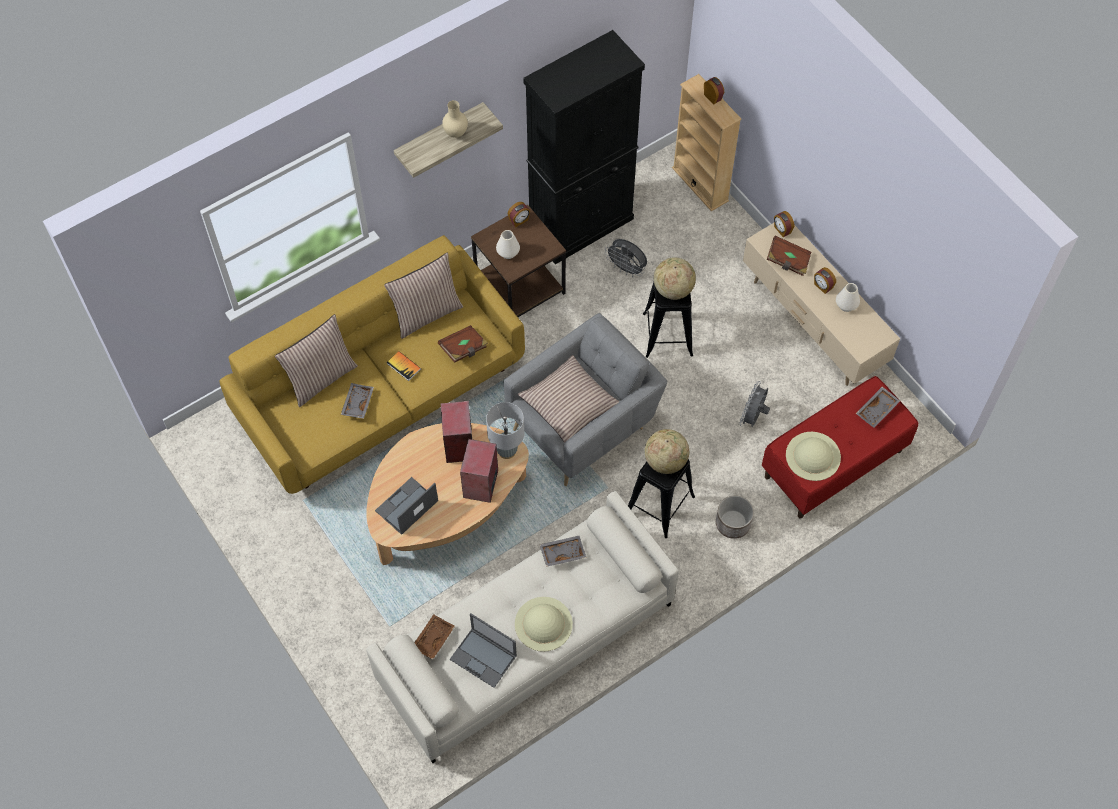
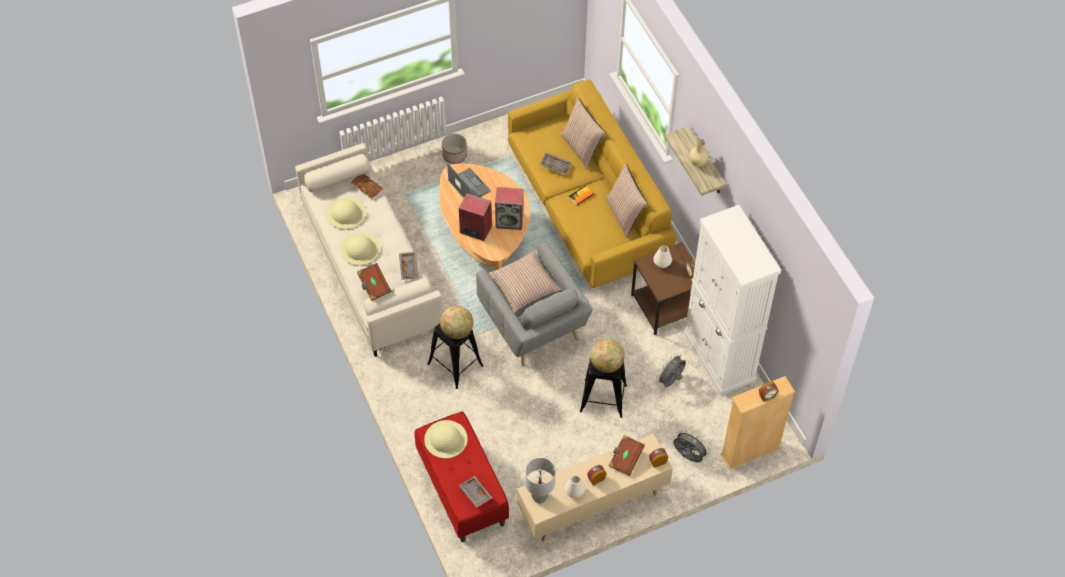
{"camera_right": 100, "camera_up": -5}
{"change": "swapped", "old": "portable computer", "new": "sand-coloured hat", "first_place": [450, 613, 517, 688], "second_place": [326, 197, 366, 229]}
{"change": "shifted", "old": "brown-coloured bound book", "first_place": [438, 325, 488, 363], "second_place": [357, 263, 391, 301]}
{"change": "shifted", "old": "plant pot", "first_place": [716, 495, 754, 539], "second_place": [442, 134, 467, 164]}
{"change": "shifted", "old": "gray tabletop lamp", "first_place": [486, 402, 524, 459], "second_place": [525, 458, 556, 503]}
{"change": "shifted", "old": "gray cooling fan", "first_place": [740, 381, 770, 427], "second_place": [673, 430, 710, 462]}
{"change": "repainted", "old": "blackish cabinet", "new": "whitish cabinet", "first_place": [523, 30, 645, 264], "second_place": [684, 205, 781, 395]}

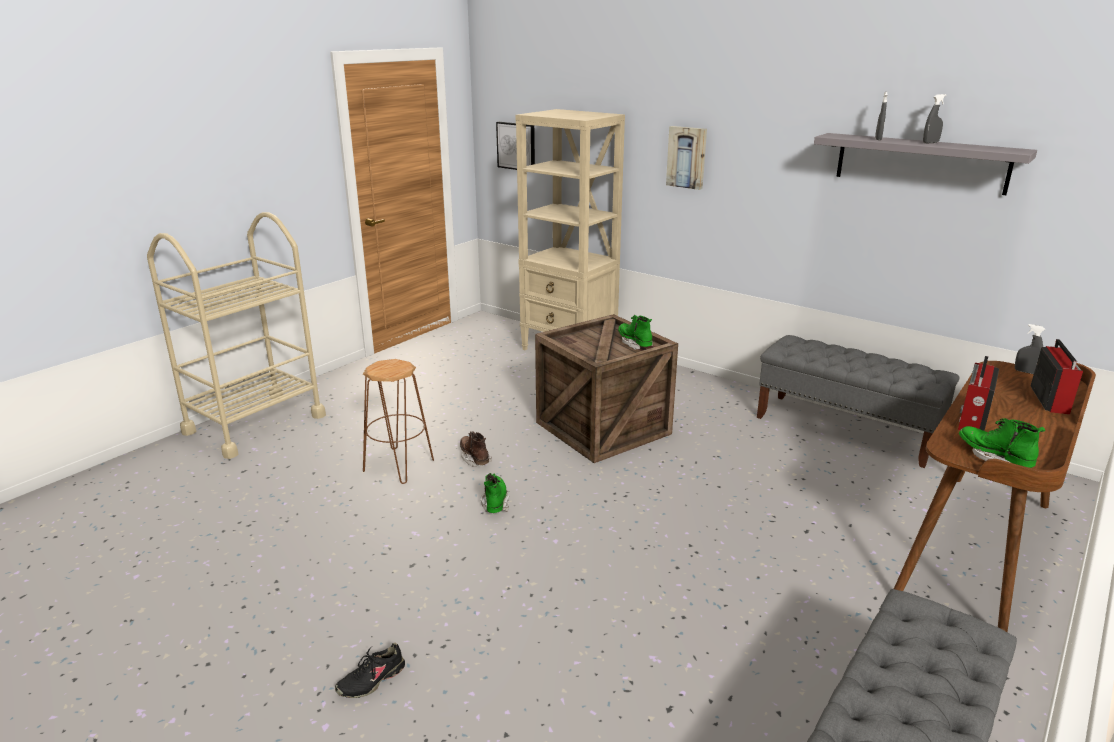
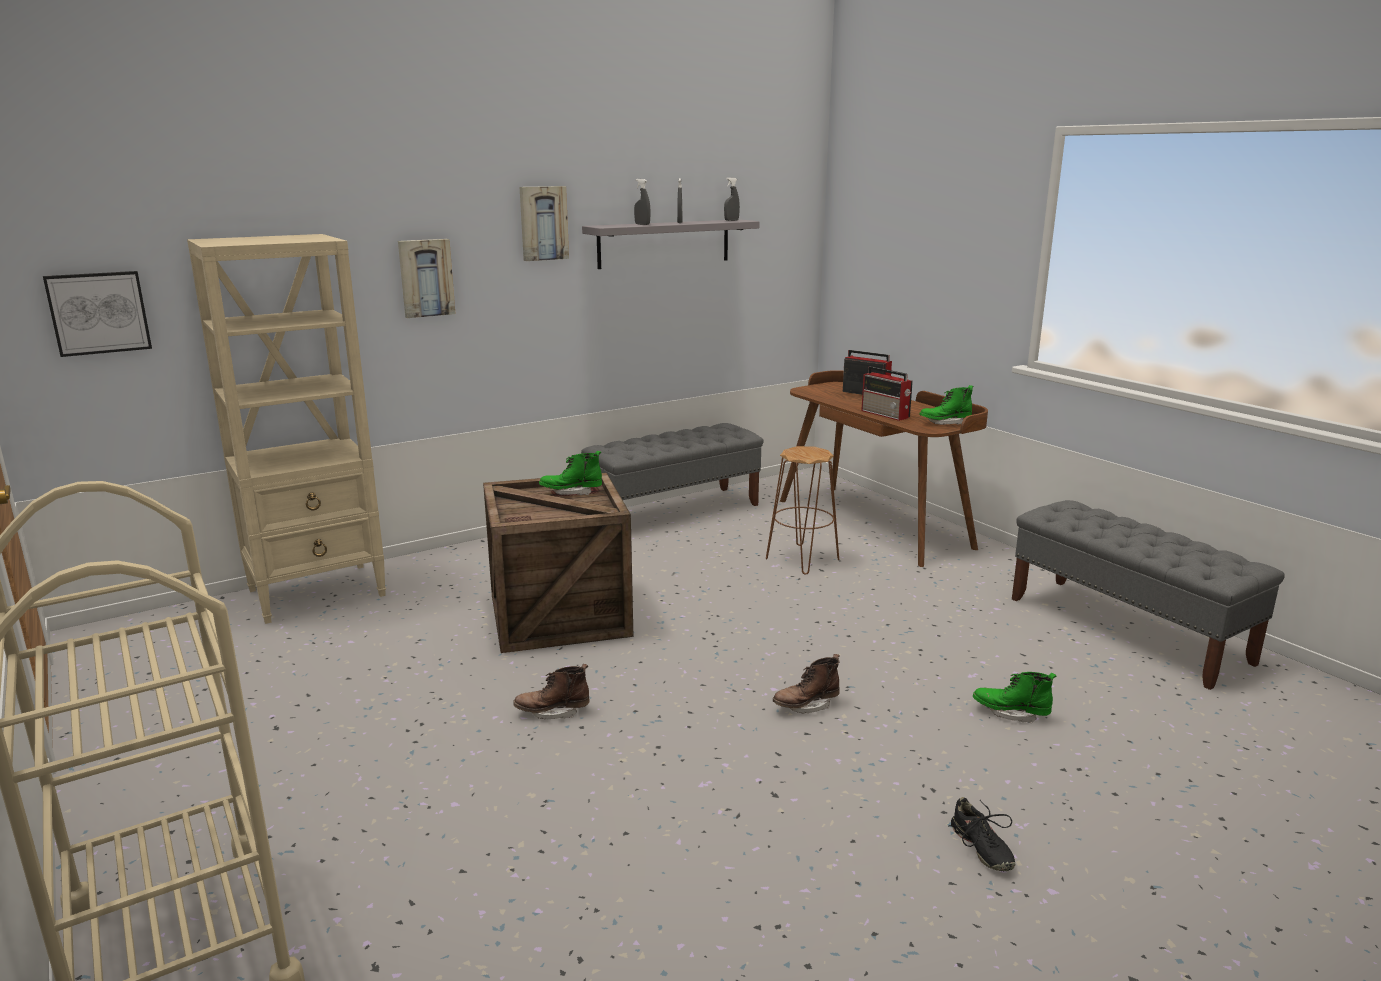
{"camera_right": -70, "camera_up": -5}
{"change": "new", "new": "wall picture", "second_place": [519, 186, 569, 261]}
{"change": "shifted", "old": "gray hand sprayer", "first_place": [1015, 324, 1045, 374], "second_place": [724, 177, 740, 221]}
{"change": "shifted", "old": "brown-coloured sitting stool", "first_place": [363, 359, 434, 484], "second_place": [766, 446, 839, 575]}
{"change": "new", "new": "brown-coloured tall boot", "second_place": [773, 654, 840, 713]}
{"change": "shifted", "old": "greenish tall boot", "first_place": [481, 473, 509, 513], "second_place": [973, 672, 1056, 724]}

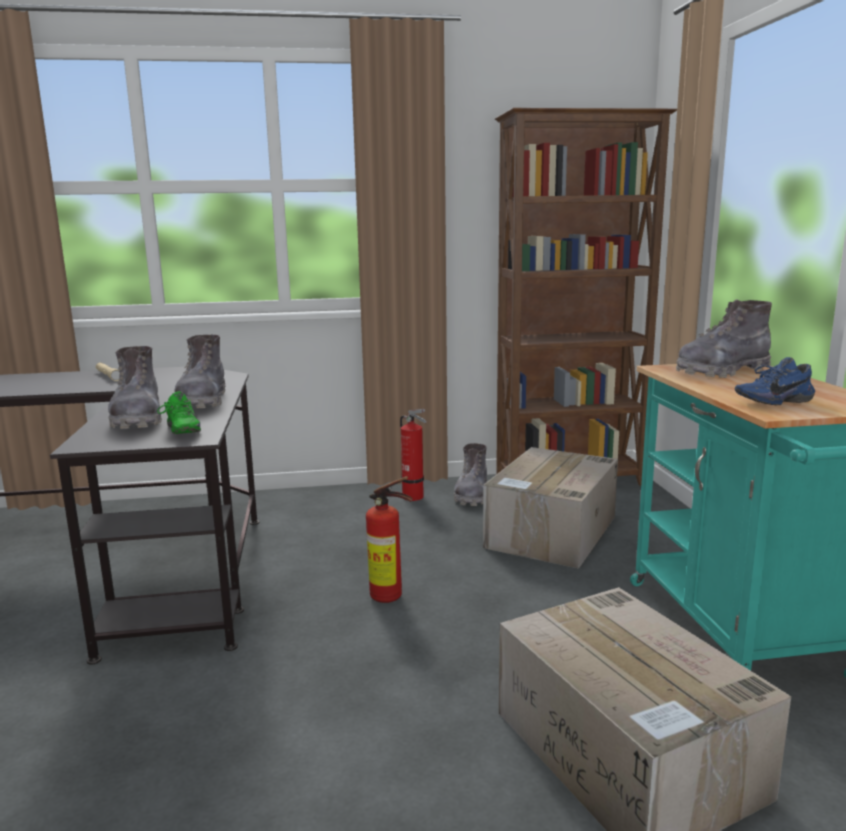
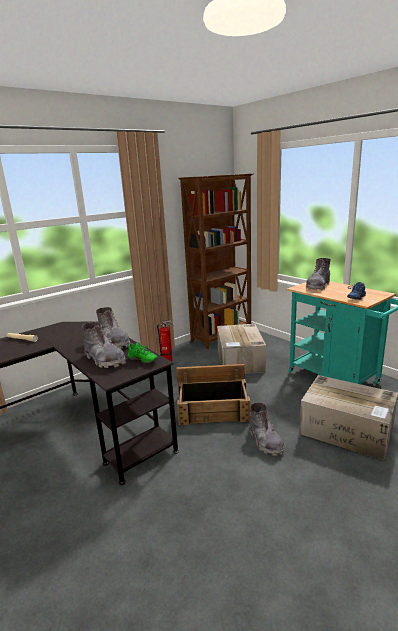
{"camera_right": -30, "camera_up": 5}
{"change": "swapped", "old": "fire extinguisher", "new": "crate", "first_place": [366, 476, 413, 603], "second_place": [176, 364, 250, 425]}
{"change": "shifted", "old": "gray tall boot", "first_place": [454, 443, 487, 506], "second_place": [249, 402, 284, 456]}

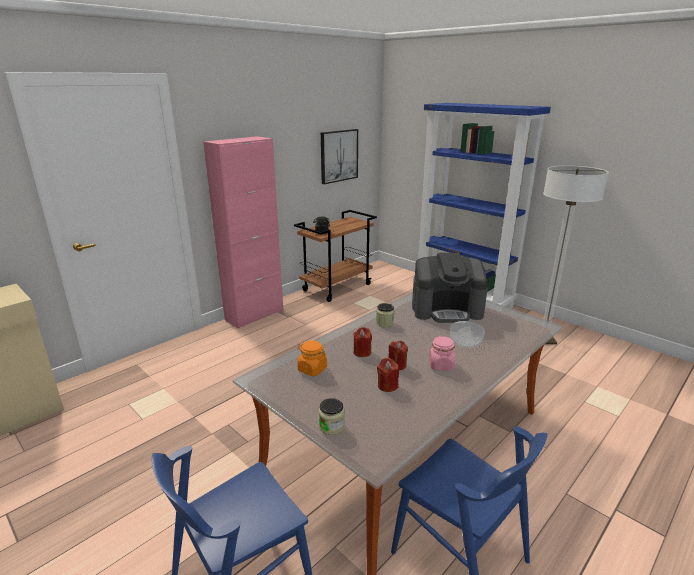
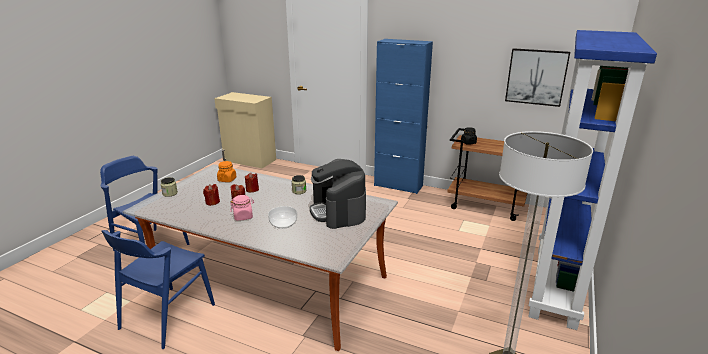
{"camera_right": 70, "camera_up": 0}
{"change": "repainted", "old": "pink-coloured cabinet", "new": "bluish cabinet", "first_place": [203, 136, 283, 329], "second_place": [374, 39, 433, 194]}

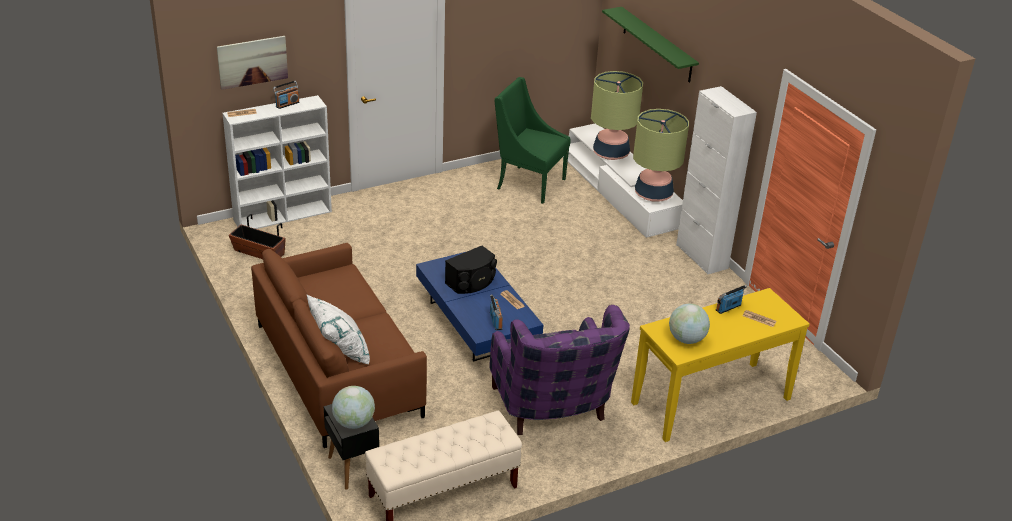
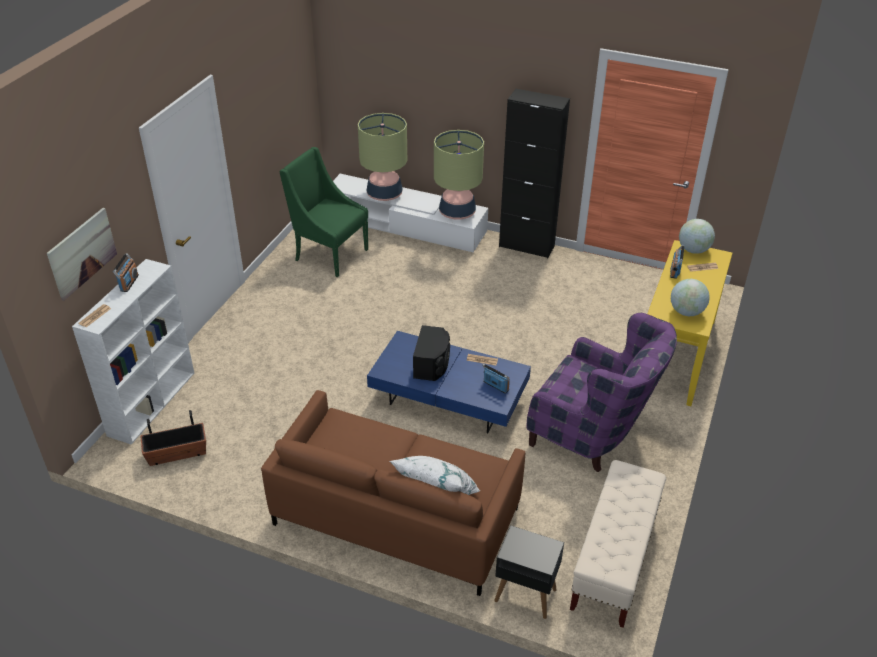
{"camera_right": -40, "camera_up": 5}
{"change": "rotated", "old": "greenish easy chair", "first_place": [495, 77, 571, 204], "second_place": [280, 147, 368, 278], "degrees": 45}
{"change": "repainted", "old": "whitish cabinet", "new": "blackish cabinet", "first_place": [676, 86, 757, 275], "second_place": [499, 89, 570, 258]}
{"change": "shifted", "old": "globe", "first_place": [332, 386, 375, 429], "second_place": [679, 219, 715, 254]}
{"change": "gone", "old": "greenish bracket shelf", "first_place": [602, 7, 699, 83]}

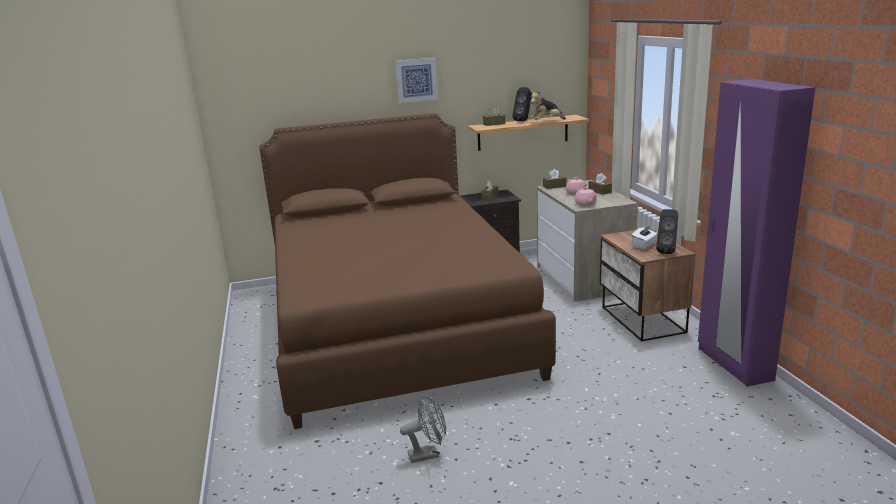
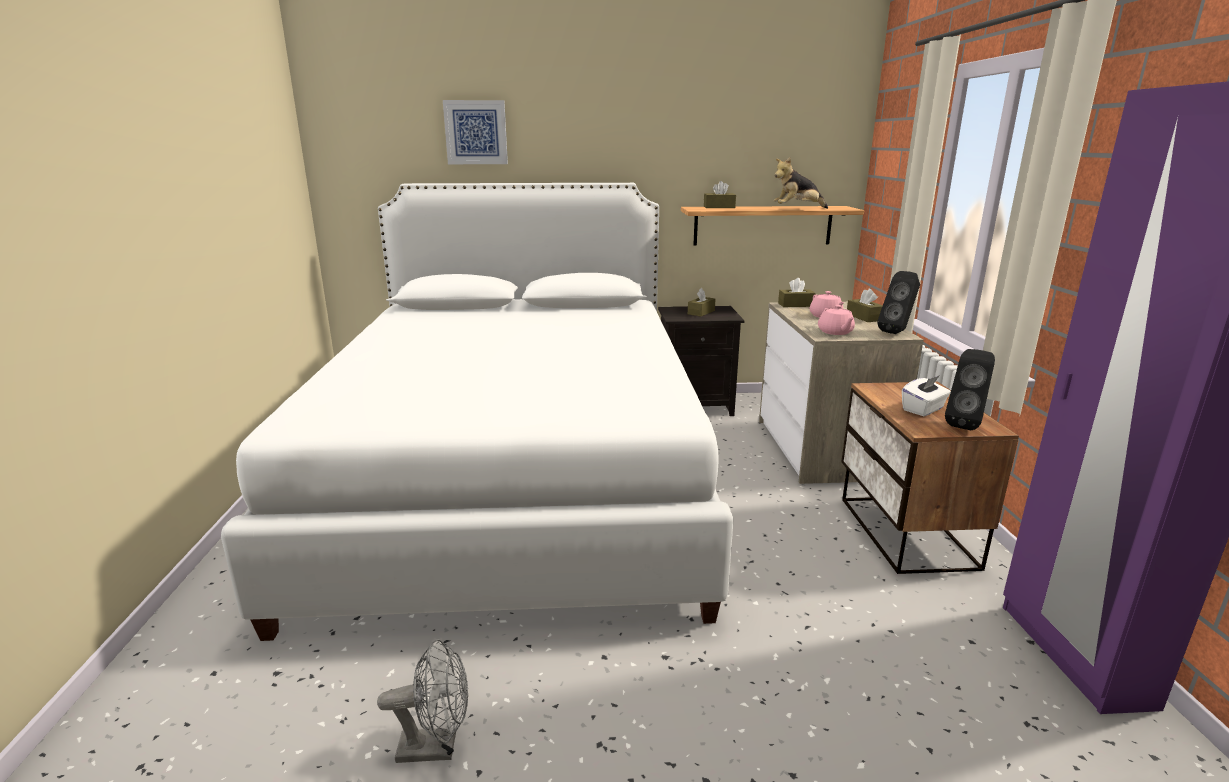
{"camera_right": 10, "camera_up": 0}
{"change": "repainted", "old": "brown-coloured sleeping bed", "new": "whitish sleeping bed", "first_place": [259, 113, 556, 429], "second_place": [221, 183, 734, 641]}
{"change": "shifted", "old": "wall picture", "first_place": [395, 58, 438, 103], "second_place": [443, 100, 508, 164]}
{"change": "shifted", "old": "blackish speaker", "first_place": [512, 87, 532, 121], "second_place": [877, 271, 920, 334]}

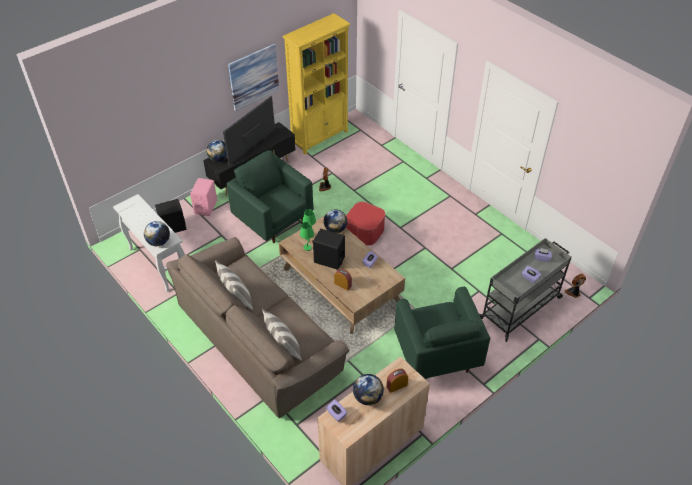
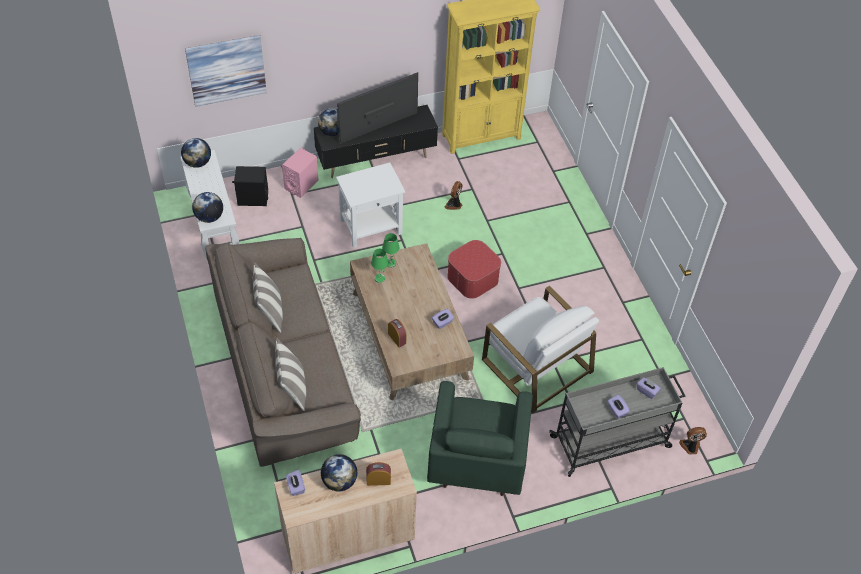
{"camera_right": 20, "camera_up": 5}
{"change": "shifted", "old": "globe", "first_place": [323, 209, 347, 233], "second_place": [181, 138, 211, 168]}
{"change": "shifted", "old": "wall picture", "first_place": [228, 44, 279, 111], "second_place": [185, 35, 267, 107]}
{"change": "swapped", "old": "greenish easy chair", "new": "whitish side table", "first_place": [227, 150, 314, 243], "second_place": [336, 163, 405, 248]}
{"change": "new", "new": "whitish easy chair", "second_place": [482, 285, 599, 413]}
{"change": "gone", "old": "blackish speaker", "first_place": [312, 229, 345, 270]}

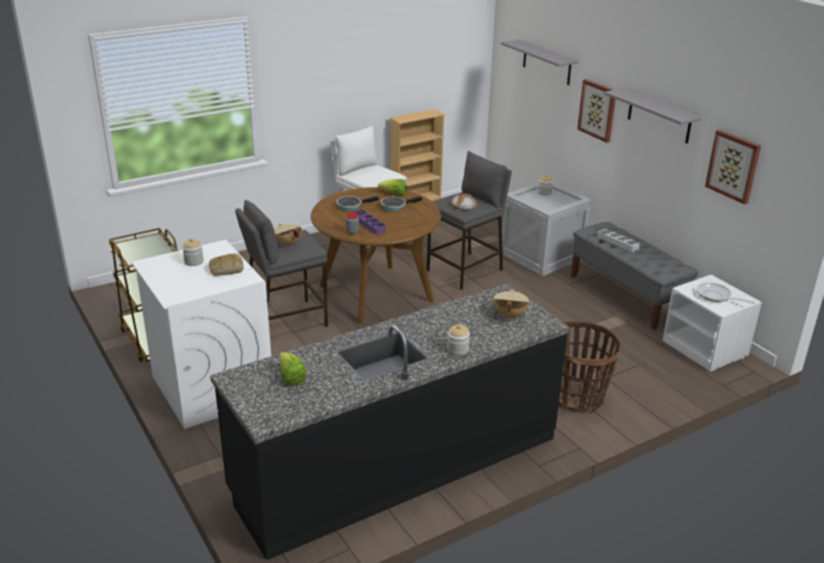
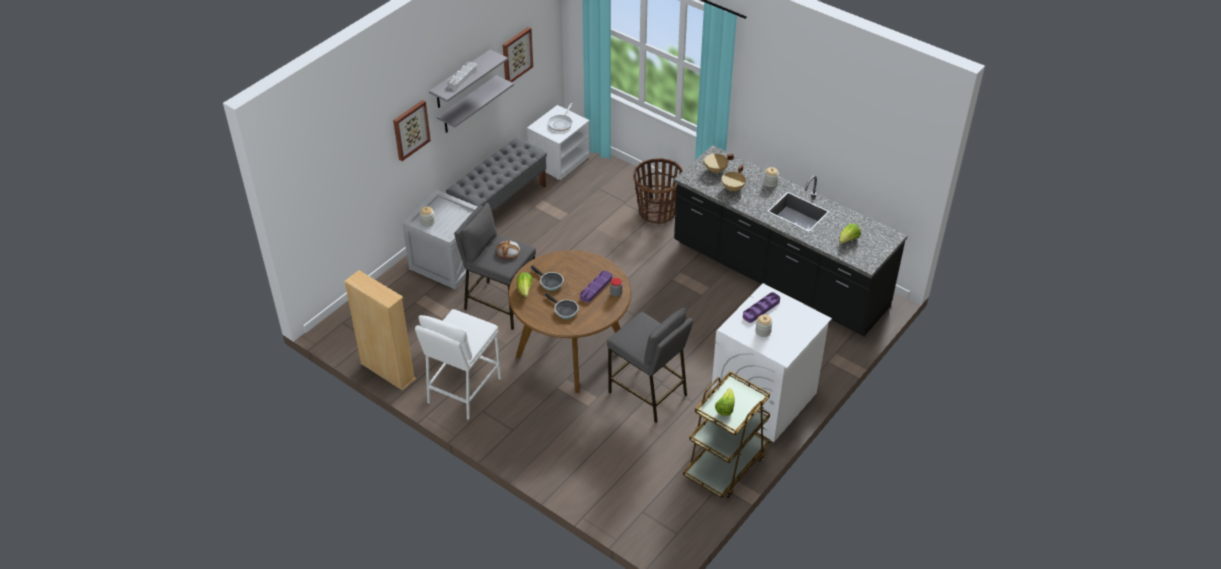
{"camera_right": -110, "camera_up": 15}
{"change": "shifted", "old": "gray bracket shelf", "first_place": [501, 39, 579, 85], "second_place": [437, 75, 514, 133]}
{"change": "shifted", "old": "gray carrying tray", "first_place": [598, 229, 640, 252], "second_place": [448, 61, 477, 89]}
{"change": "new", "new": "lettuce", "second_place": [715, 388, 735, 416]}
{"change": "shifted", "old": "sand-coloured cooking pot", "first_place": [274, 224, 302, 246], "second_place": [722, 165, 746, 192]}
{"change": "swapped", "old": "bread", "new": "purplish carrying tray", "first_place": [209, 253, 244, 276], "second_place": [743, 292, 780, 323]}

